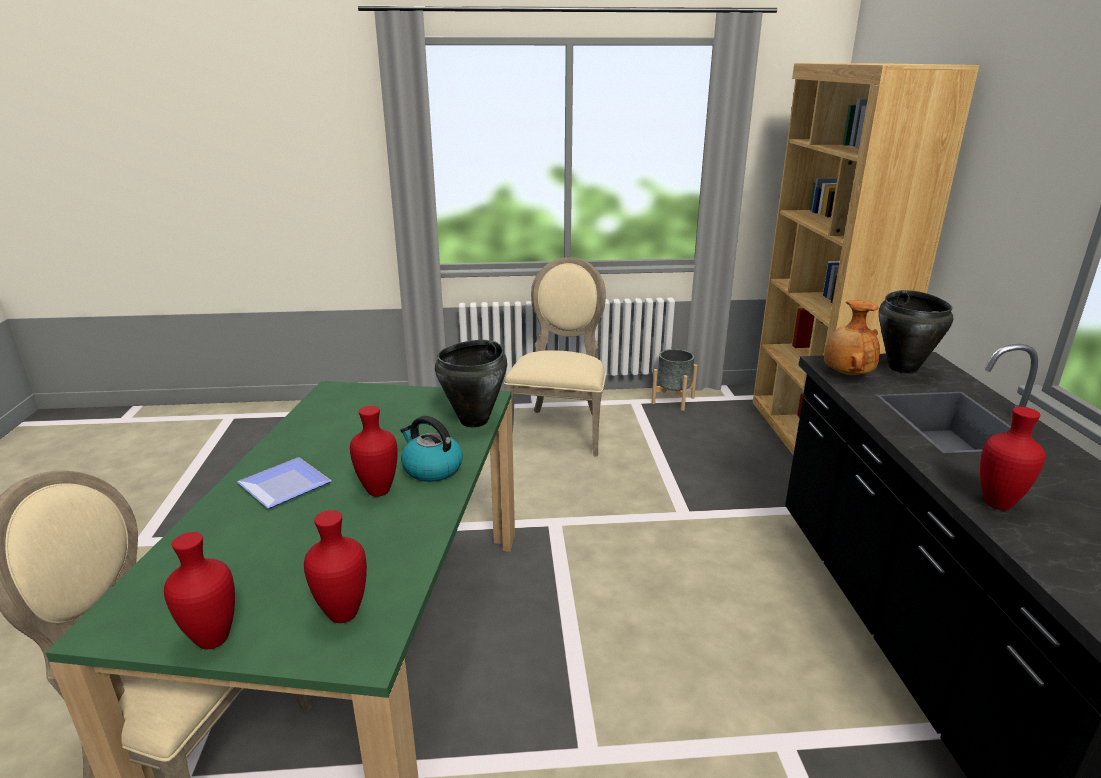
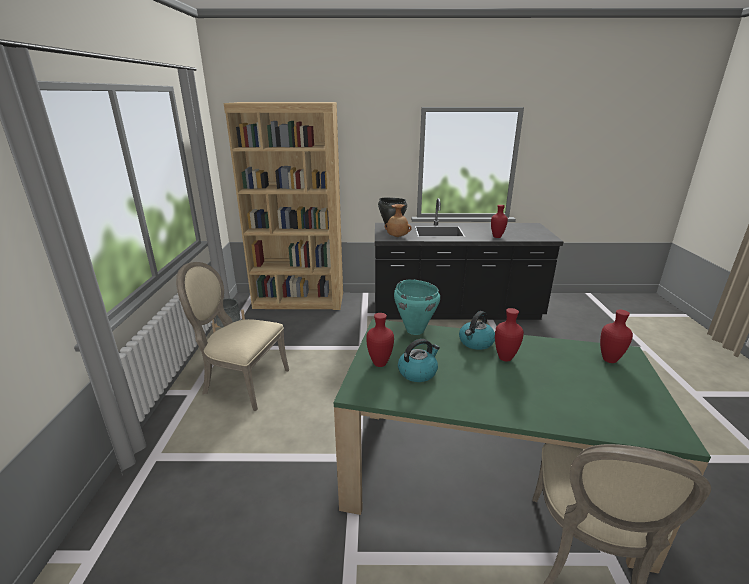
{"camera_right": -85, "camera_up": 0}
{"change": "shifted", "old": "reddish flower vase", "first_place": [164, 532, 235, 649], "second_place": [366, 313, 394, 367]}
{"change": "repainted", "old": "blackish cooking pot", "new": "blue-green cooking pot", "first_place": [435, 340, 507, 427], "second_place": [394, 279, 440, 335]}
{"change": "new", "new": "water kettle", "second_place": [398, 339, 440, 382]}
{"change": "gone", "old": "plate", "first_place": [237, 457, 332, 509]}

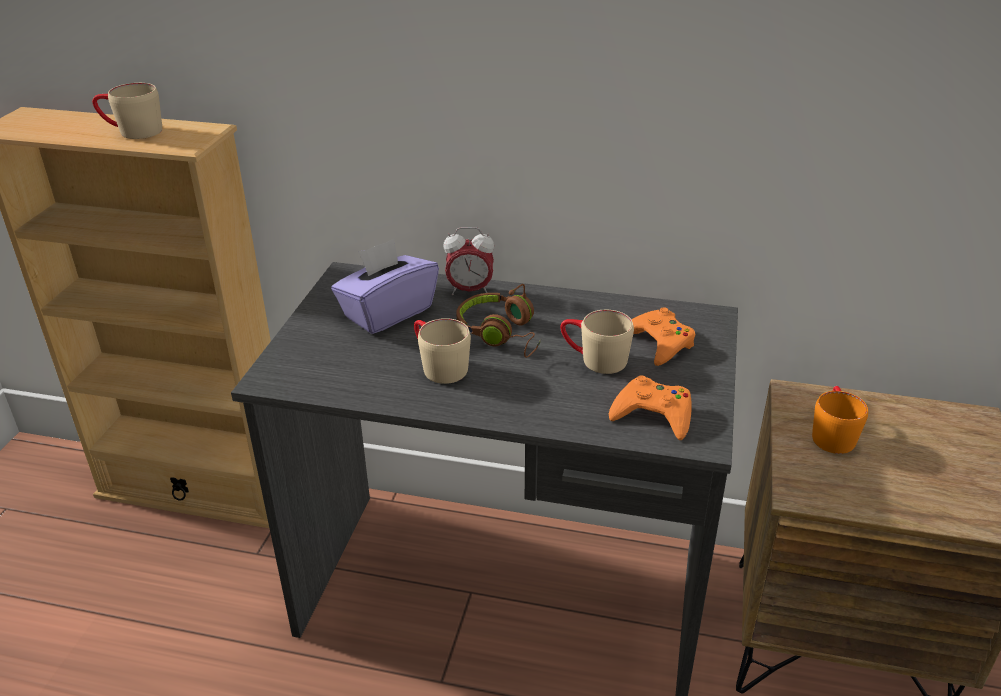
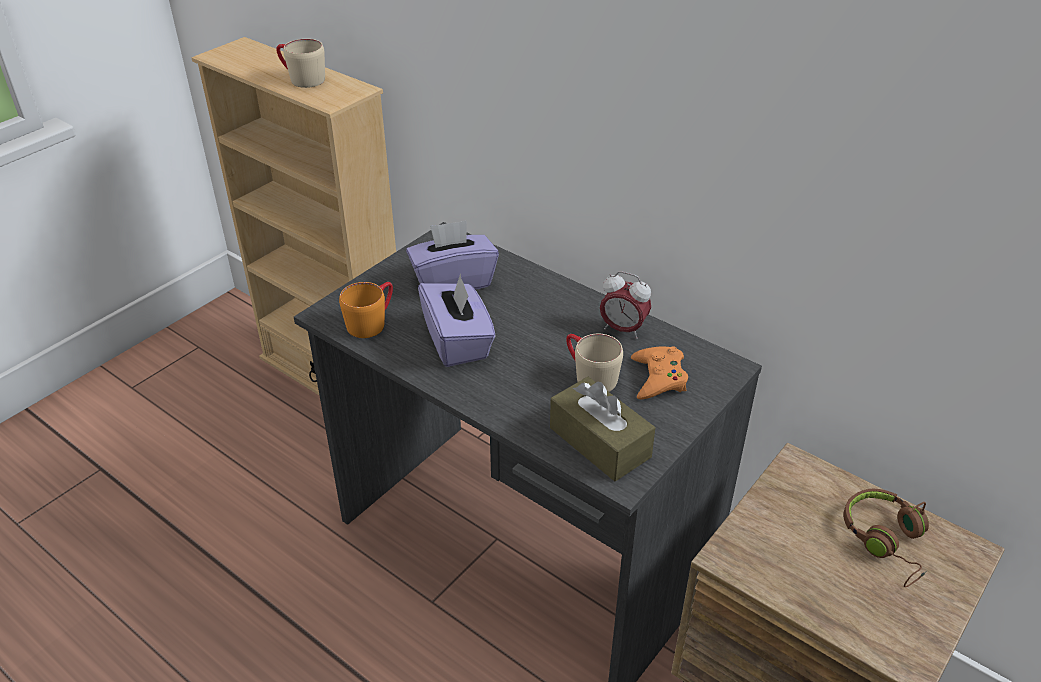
{"camera_right": 25, "camera_up": 5}
{"change": "shifted", "old": "orange coffee mug", "first_place": [812, 386, 868, 454], "second_place": [339, 282, 393, 338]}
{"change": "swapped", "old": "sand-coloured coffee mug", "new": "purplish box of tissues", "first_place": [414, 318, 471, 384], "second_place": [418, 273, 496, 367]}
{"change": "swapped", "old": "orange game controller", "new": "brown-coloured box of tissues", "first_place": [609, 375, 692, 440], "second_place": [550, 377, 655, 481]}
{"change": "shifted", "old": "table clock", "first_place": [443, 227, 494, 295], "second_place": [600, 271, 651, 339]}
{"change": "shifted", "old": "brown-coloured headphones", "first_place": [457, 284, 541, 358], "second_place": [844, 489, 929, 587]}

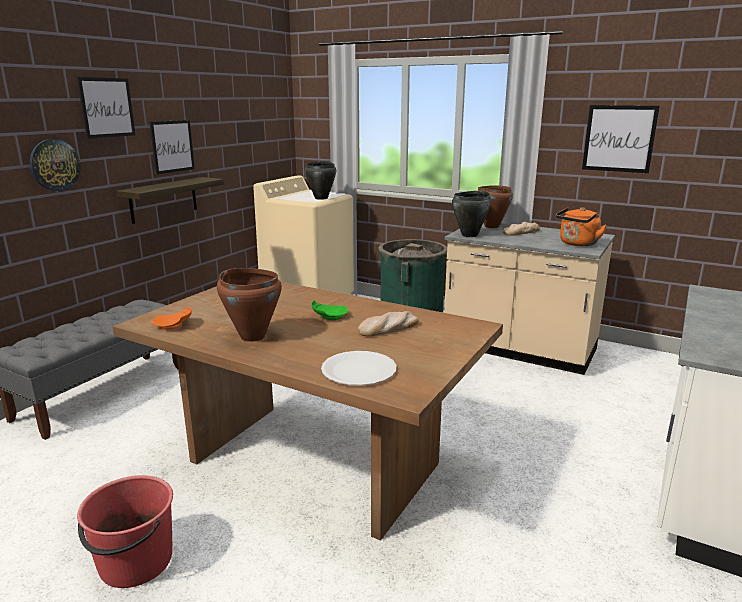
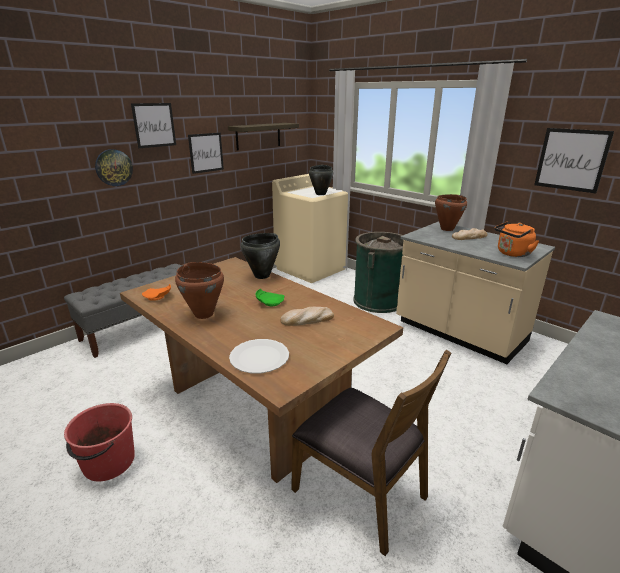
{"camera_right": 15, "camera_up": 5}
{"change": "shifted", "old": "bracket shelf", "first_place": [116, 177, 224, 224], "second_place": [228, 123, 299, 150]}
{"change": "shifted", "old": "blackish cooking pot", "first_place": [452, 191, 492, 237], "second_place": [240, 233, 280, 279]}
{"change": "new", "new": "brown-coloured upright chair", "second_place": [291, 350, 451, 556]}

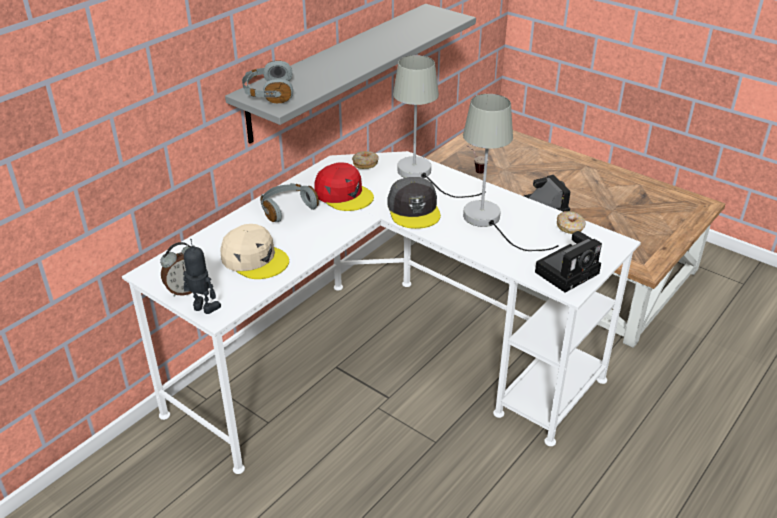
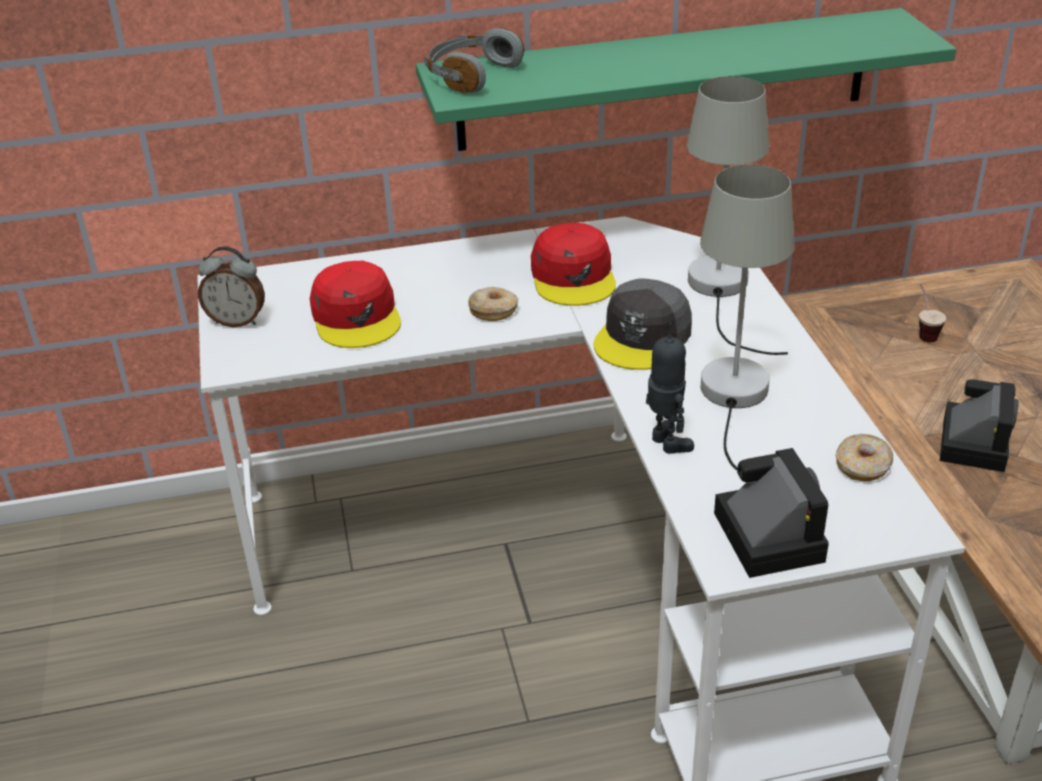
{"camera_right": 40, "camera_up": 0}
{"change": "repainted", "old": "sand-coloured cap", "new": "reddish cap", "first_place": [220, 224, 289, 279], "second_place": [310, 261, 401, 348]}
{"change": "repainted", "old": "gray bracket shelf", "new": "greenish bracket shelf", "first_place": [225, 4, 476, 143], "second_place": [416, 8, 956, 151]}
{"change": "shifted", "old": "doughnut", "first_place": [352, 151, 379, 169], "second_place": [468, 287, 518, 321]}
{"change": "shifted", "old": "robot figure", "first_place": [183, 239, 221, 314], "second_place": [646, 323, 694, 454]}
{"change": "rotated", "old": "still camera", "first_place": [535, 231, 602, 293], "second_place": [714, 448, 829, 578], "degrees": -105}
{"change": "gone", "old": "gray headphones", "first_place": [260, 183, 319, 222]}

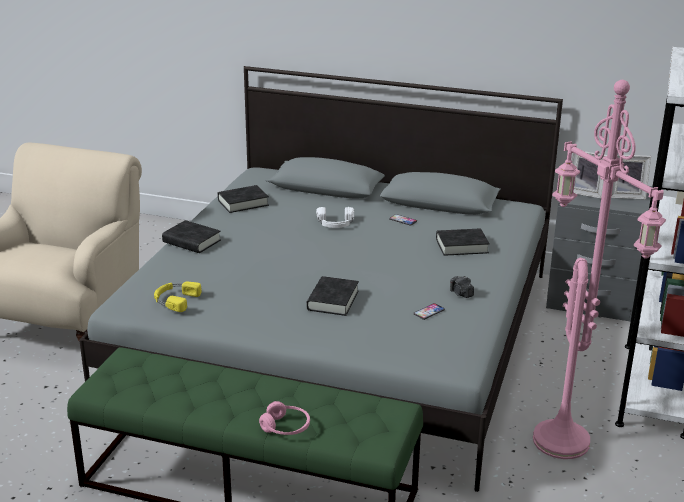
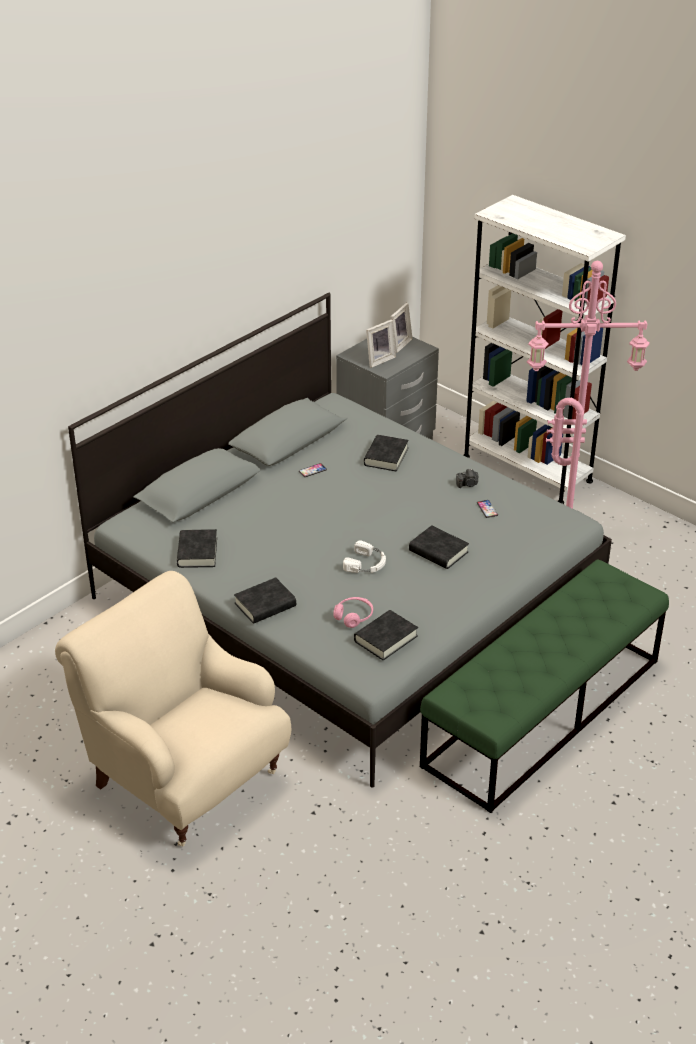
{"camera_right": -65, "camera_up": 10}
{"change": "shifted", "old": "pink-coloured headphones", "first_place": [259, 401, 310, 435], "second_place": [333, 597, 373, 628]}
{"change": "shifted", "old": "whitish headphones", "first_place": [316, 207, 354, 228], "second_place": [343, 540, 386, 573]}
{"change": "swapped", "old": "yellowish headphones", "new": "blackish bound book", "first_place": [154, 282, 202, 312], "second_place": [354, 610, 418, 660]}

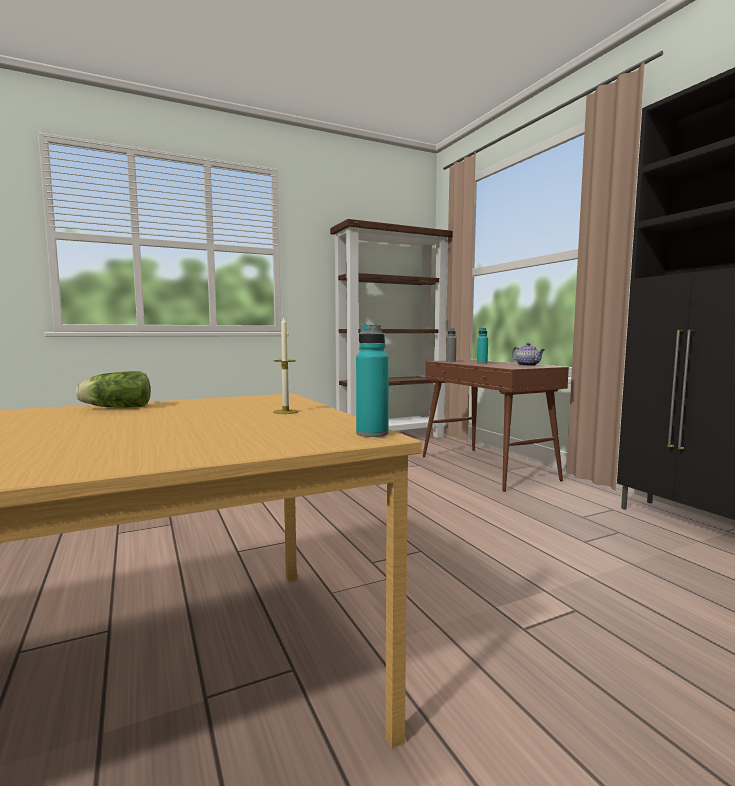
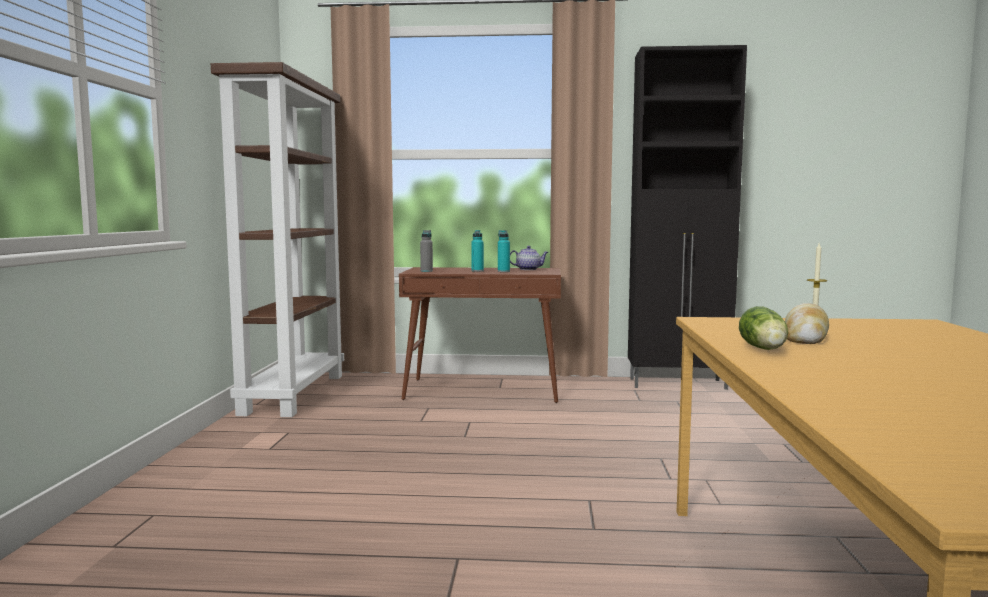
{"camera_right": -60, "camera_up": 0}
{"change": "shifted", "old": "blue-green beverage bottle", "first_place": [356, 324, 389, 437], "second_place": [498, 230, 510, 272]}
{"change": "new", "new": "bread", "second_place": [785, 303, 829, 344]}

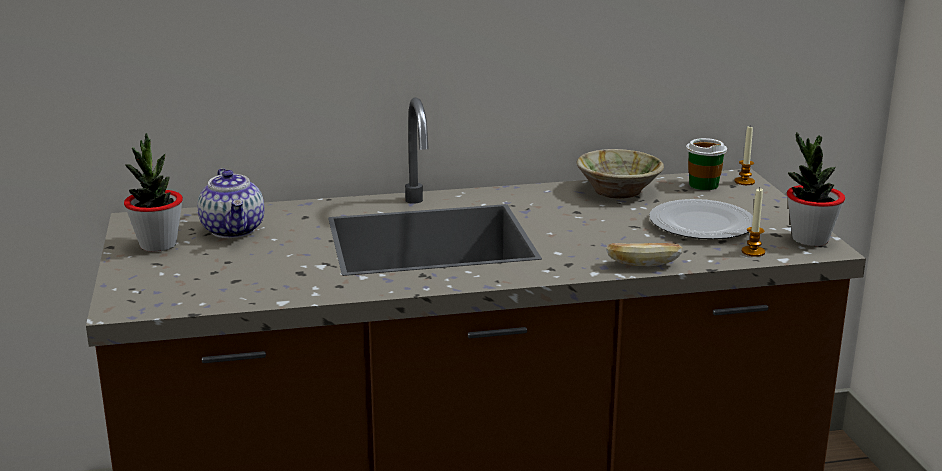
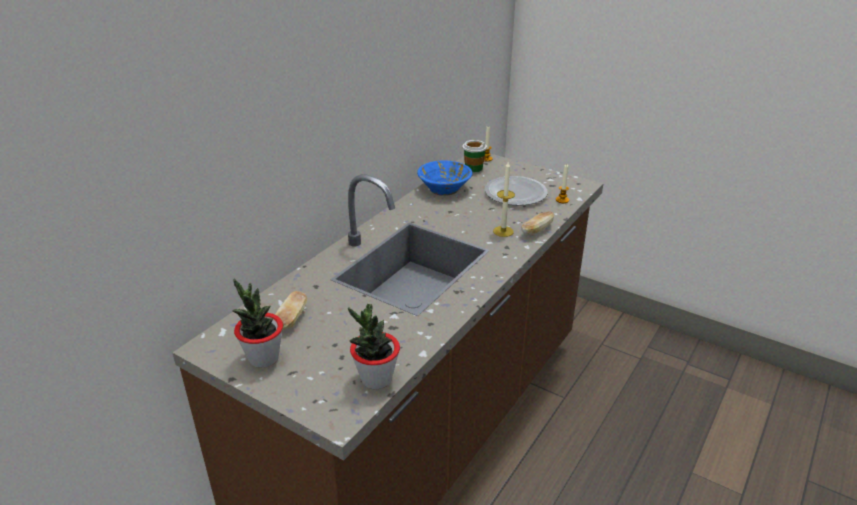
{"camera_right": -45, "camera_up": 10}
{"change": "swapped", "old": "pot for tea", "new": "bread", "first_place": [197, 168, 264, 238], "second_place": [275, 291, 307, 330]}
{"change": "shifted", "old": "houseplant", "first_place": [787, 132, 845, 246], "second_place": [348, 304, 400, 390]}
{"change": "repainted", "old": "sand-coloured serving bowl", "new": "bluish serving bowl", "first_place": [577, 149, 664, 199], "second_place": [417, 160, 472, 196]}
{"change": "new", "new": "wax candle", "second_place": [493, 162, 515, 237]}

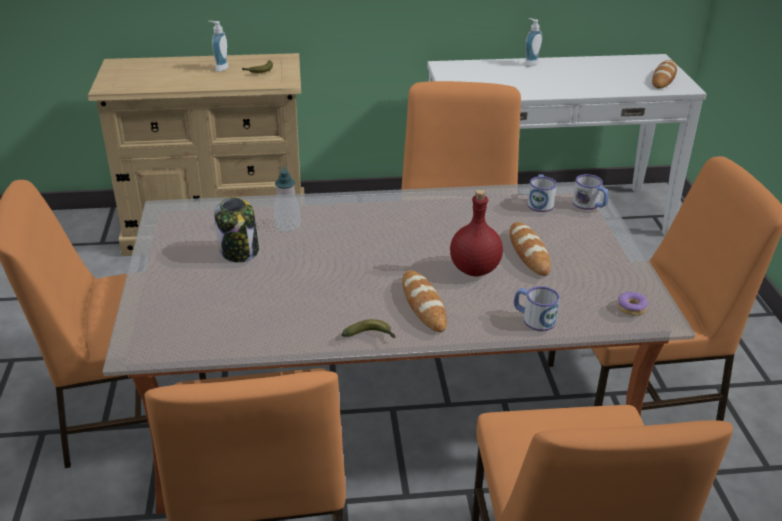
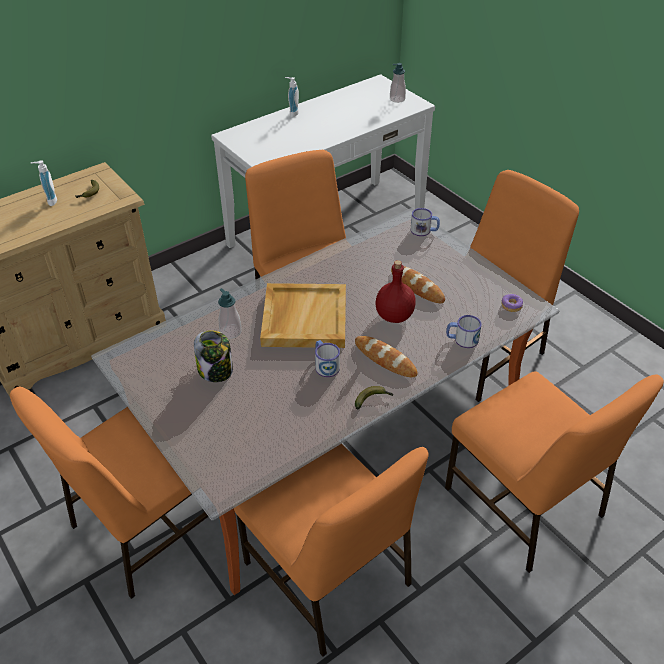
{"camera_right": -30, "camera_up": 10}
{"change": "new", "new": "sand-coloured carrying tray", "second_place": [260, 283, 346, 348]}
{"change": "shifted", "old": "coffee mug", "first_place": [527, 174, 557, 212], "second_place": [315, 340, 340, 377]}
{"change": "swapped", "old": "bread", "new": "soap bottle", "first_place": [652, 60, 677, 88], "second_place": [390, 63, 406, 103]}

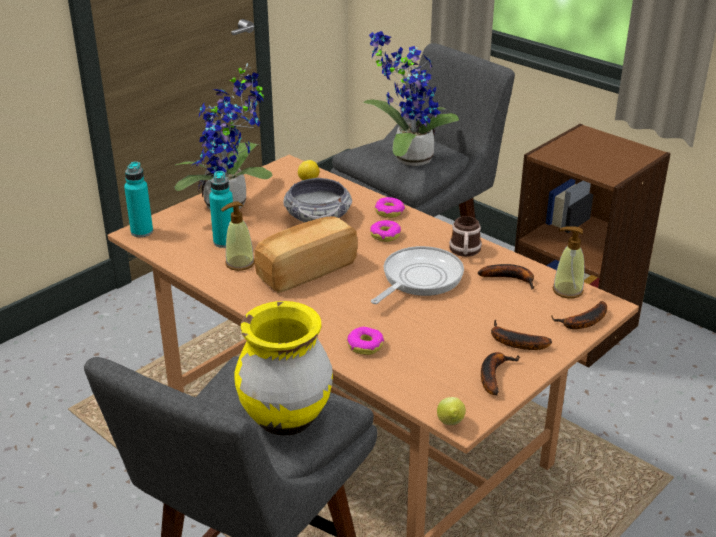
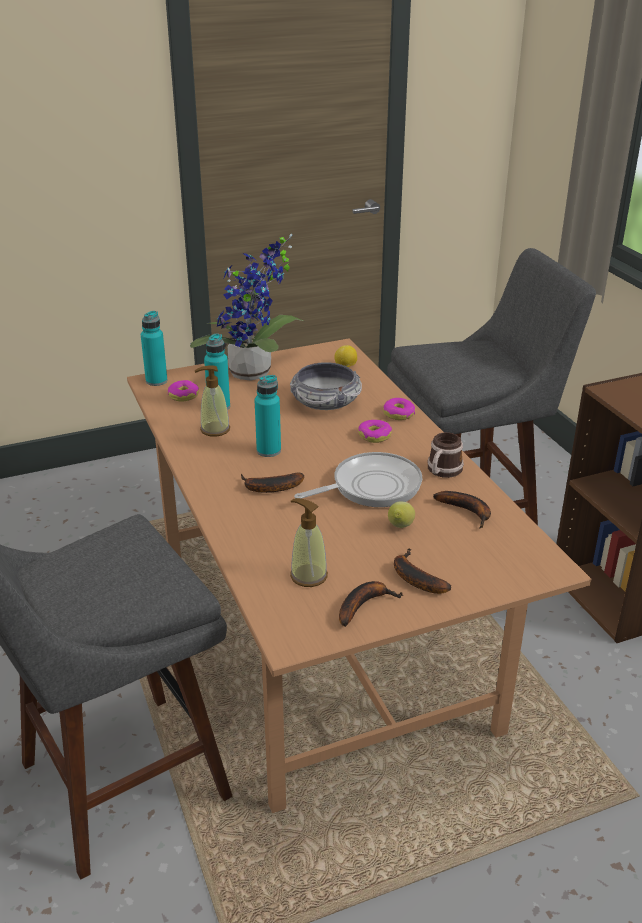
{"camera_right": 25, "camera_up": 0}
{"change": "shifted", "old": "doughnut", "first_place": [347, 327, 384, 355], "second_place": [168, 380, 199, 402]}
{"change": "shifted", "old": "whole banana", "first_place": [551, 301, 607, 329], "second_place": [241, 473, 304, 493]}
{"change": "swapped", "old": "bread", "new": "blue-green beverage bottle", "first_place": [254, 216, 358, 293], "second_place": [255, 375, 281, 457]}
{"change": "shifted", "old": "soap bottle", "first_place": [552, 226, 584, 298], "second_place": [290, 498, 328, 587]}
{"change": "shifted", "old": "citrus fruit", "first_place": [437, 397, 466, 425], "second_place": [388, 502, 415, 528]}
{"change": "gone", "old": "yellowish flower vase", "first_place": [234, 301, 333, 436]}
{"change": "gone", "old": "houseplant", "first_place": [363, 31, 459, 166]}

